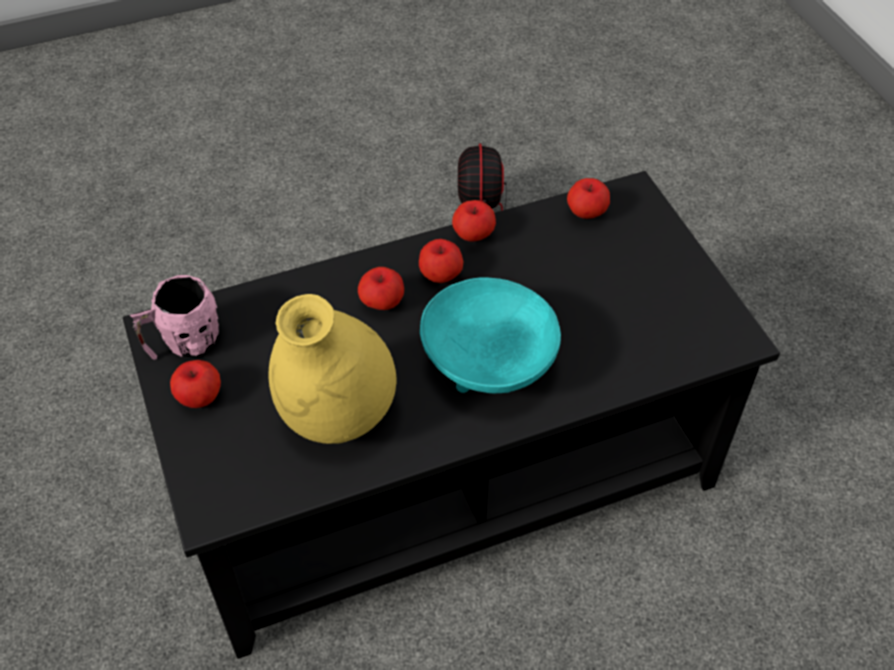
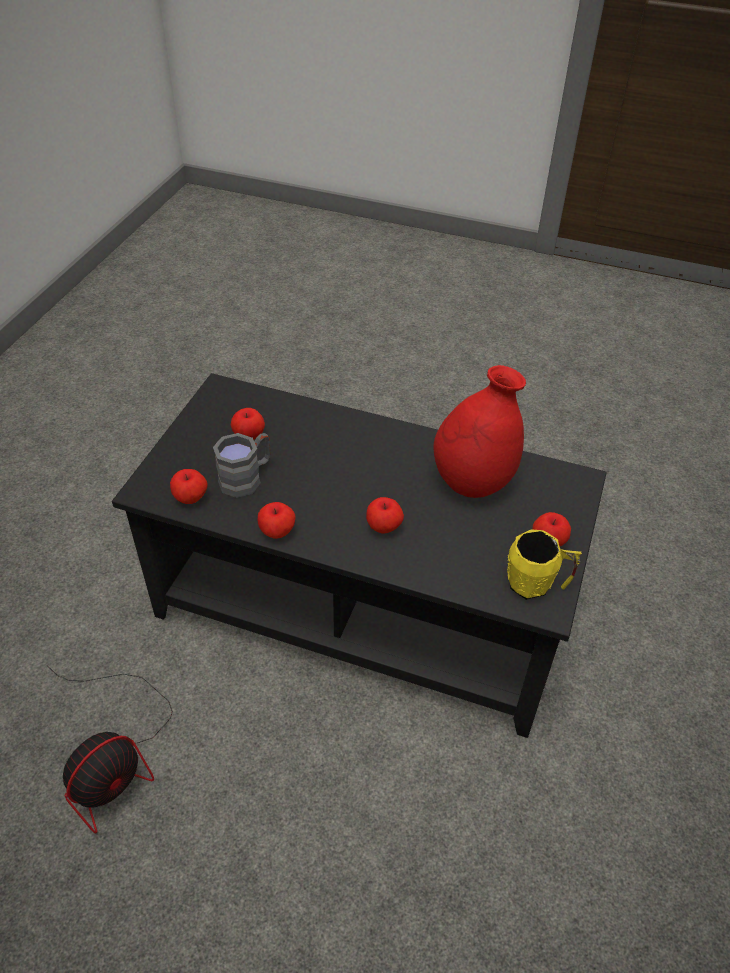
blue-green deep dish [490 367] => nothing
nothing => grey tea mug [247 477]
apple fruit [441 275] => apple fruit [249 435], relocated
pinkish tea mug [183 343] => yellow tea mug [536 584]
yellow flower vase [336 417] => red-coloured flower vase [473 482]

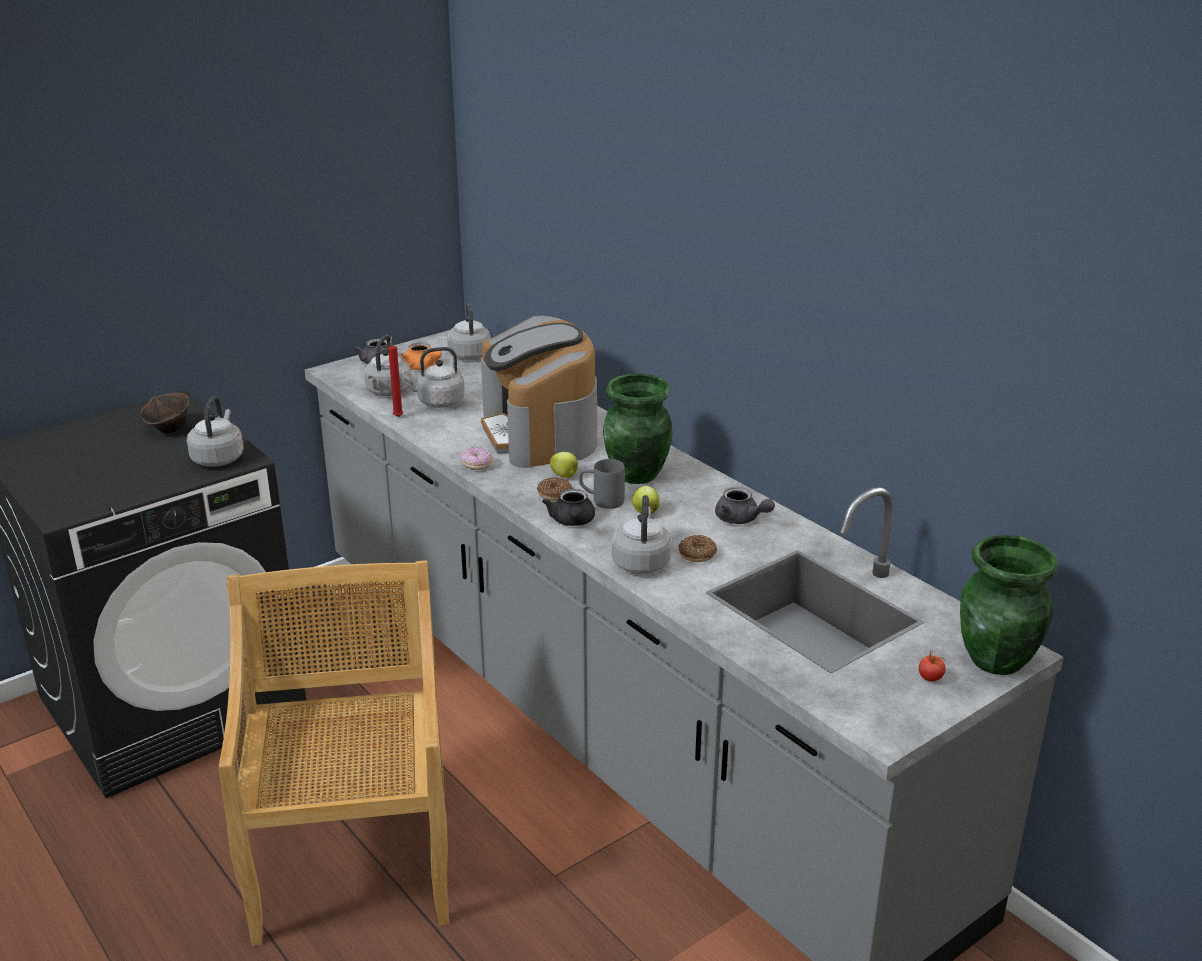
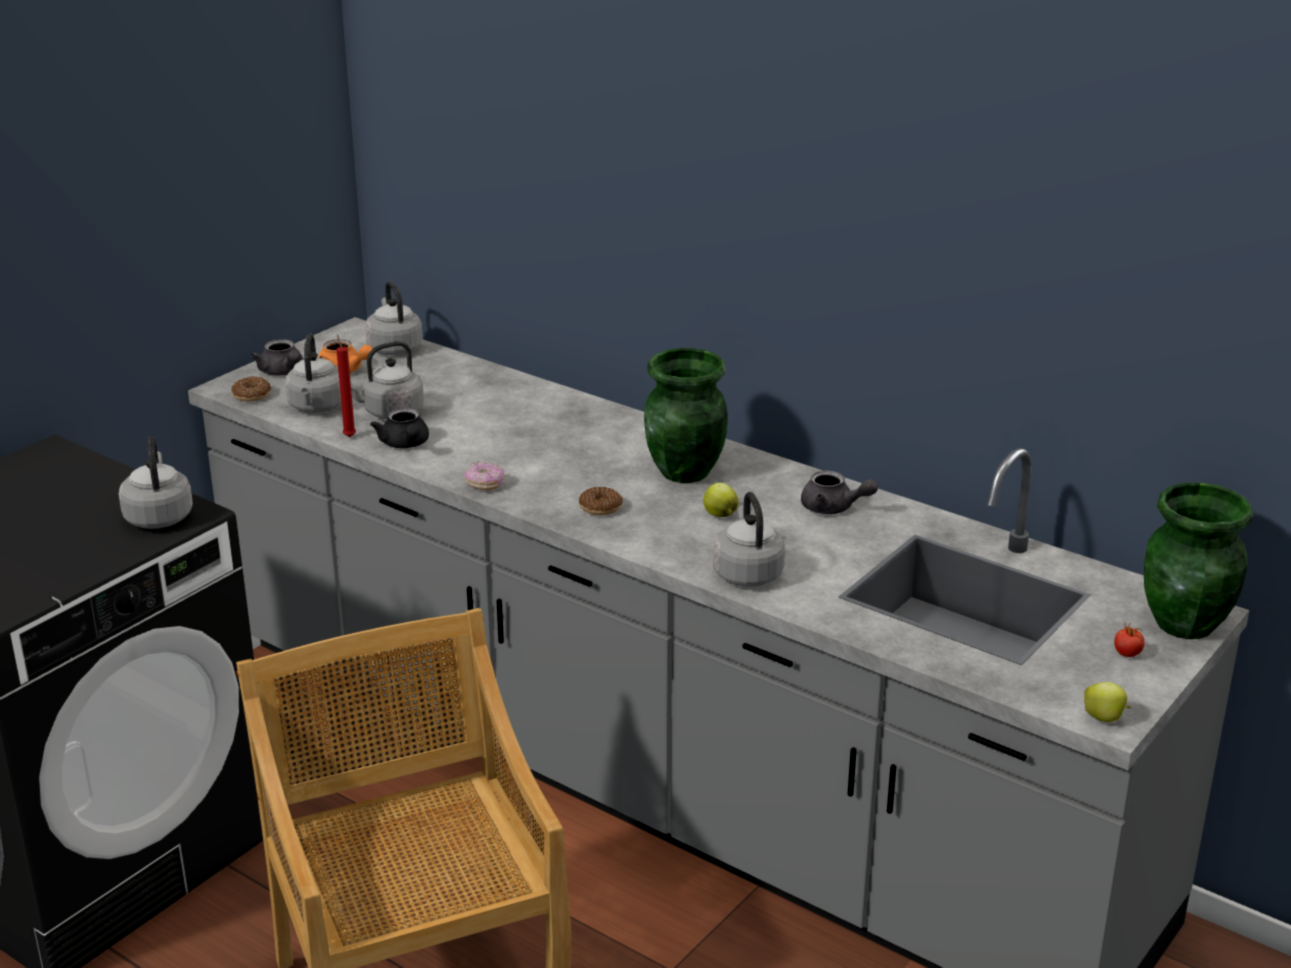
brown-coloured deep dish [169 429] => nothing
coffee brewer [540 433] => nothing
grey tea mug [601 501] => nothing
black-coloured tea pot [572 522] => black-coloured tea pot [405 444], relocated
apple fruit [565 476] => apple fruit [1104 718], relocated
doughnut [697 554] => doughnut [251 395], relocated

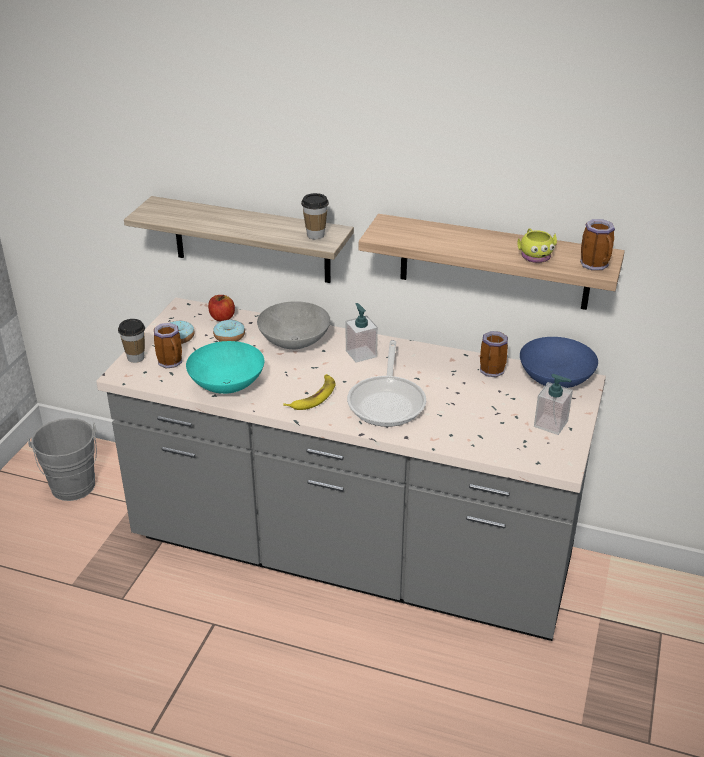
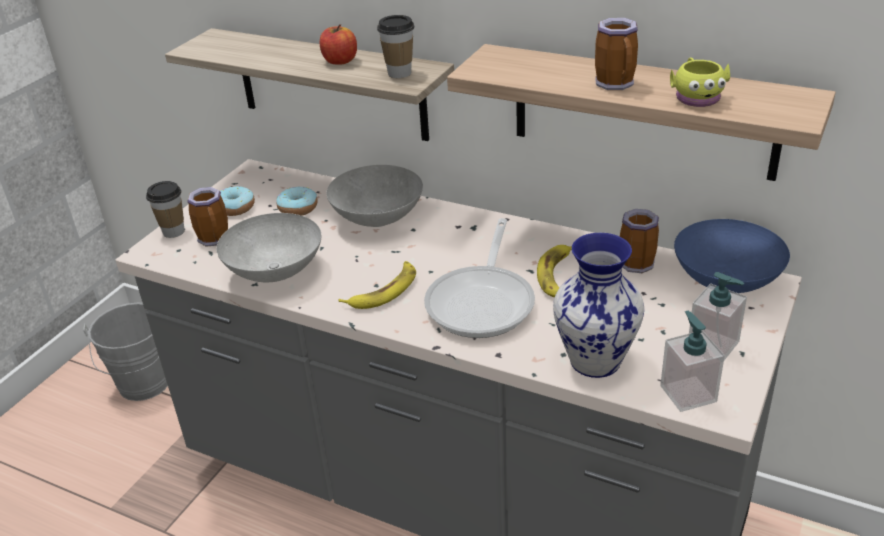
nothing => banana [558 276]
nothing => flower vase [594 360]
apple fruit [222 318] => apple fruit [340 61], relocated
soap bottle [361 353] => soap bottle [688 393], relocated
tea mug [596 265] => tea mug [617 84], relocated
blue-green deep dish [227 385] => grey deep dish [276 271]

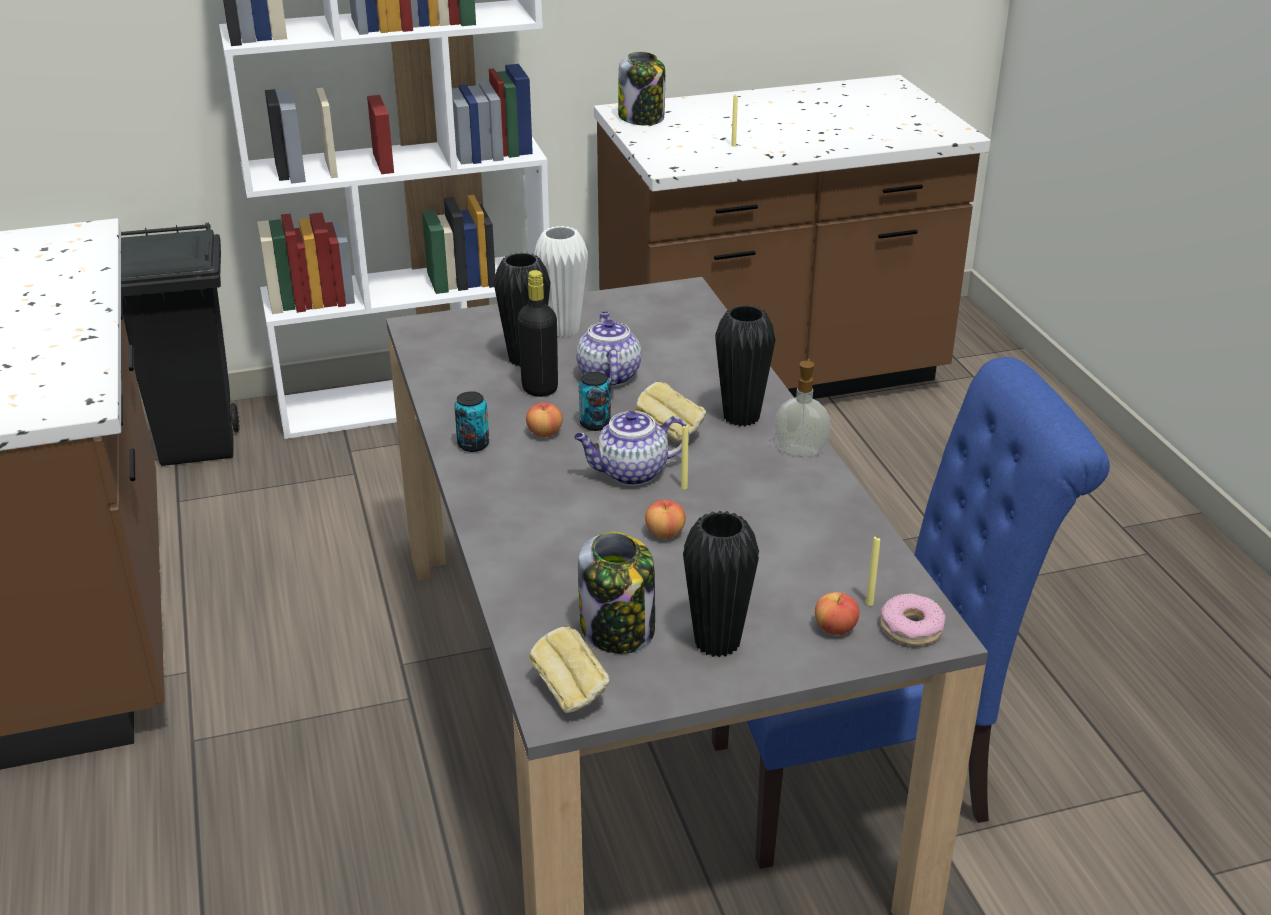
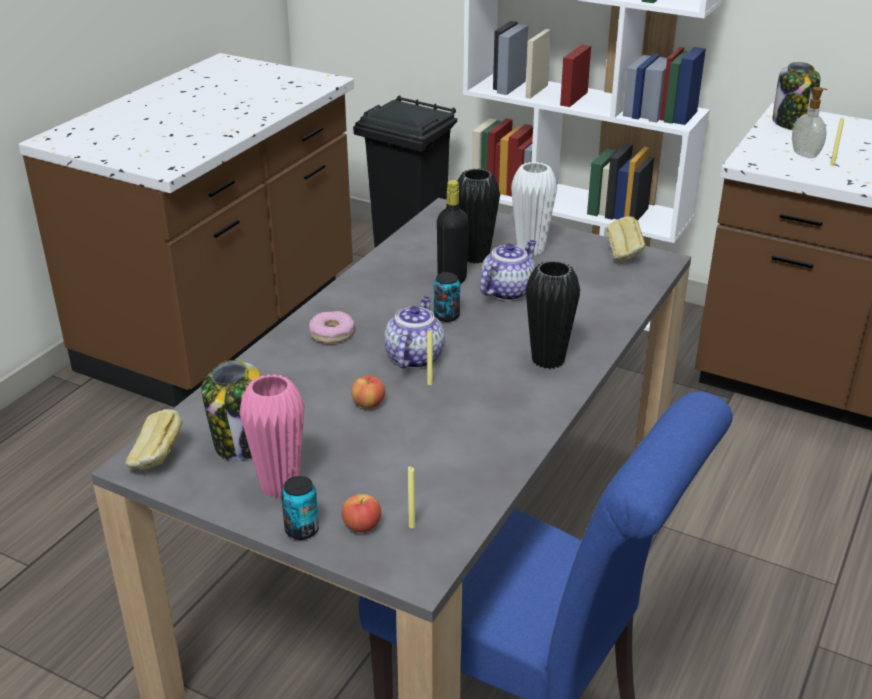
apple fruit [544 433] => nothing
can [473 444] => can [302 530], relocated
baked bread [670 433] => baked bread [624 256], relocated
soap bottle [800 450] => soap bottle [805 154], relocated
doughnut [911 628] => doughnut [331 333], relocated
black-coloured flower vase [717 643] => pinkish flower vase [279 486]
tea pot [630 473] => tea pot [414 357], 75 degrees clockwise

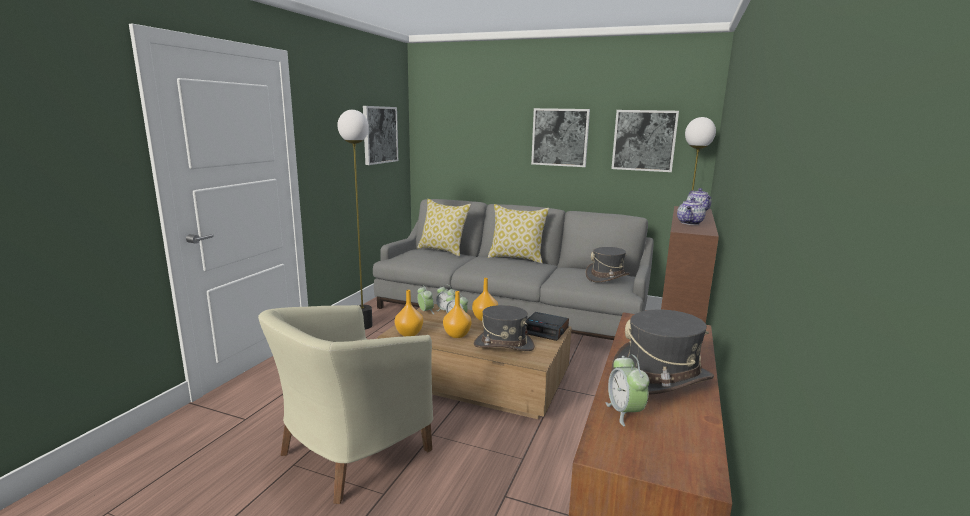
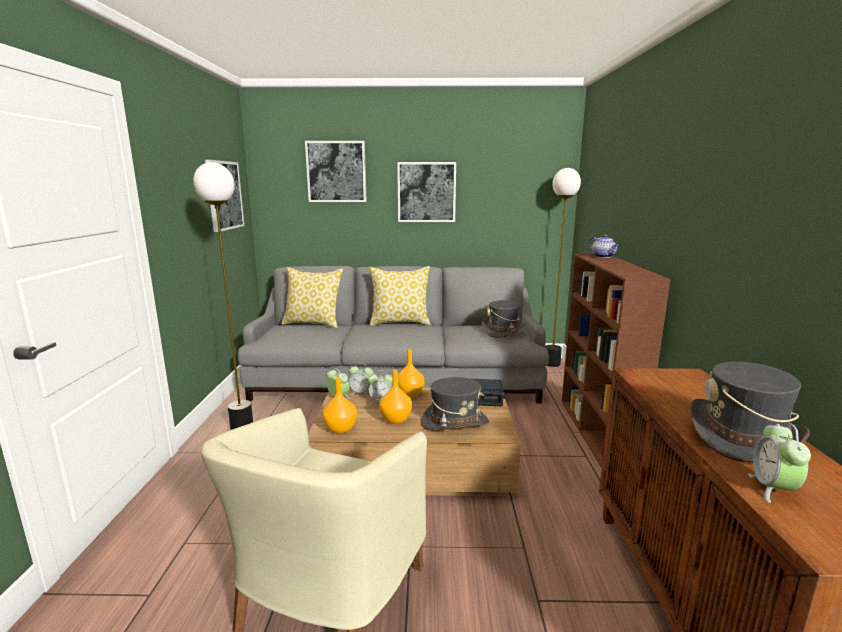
tea pot [690 223] => nothing
wall art [644 140] => wall art [336 171], relocated
table clock [624 413] => table clock [772 489], 45 degrees clockwise

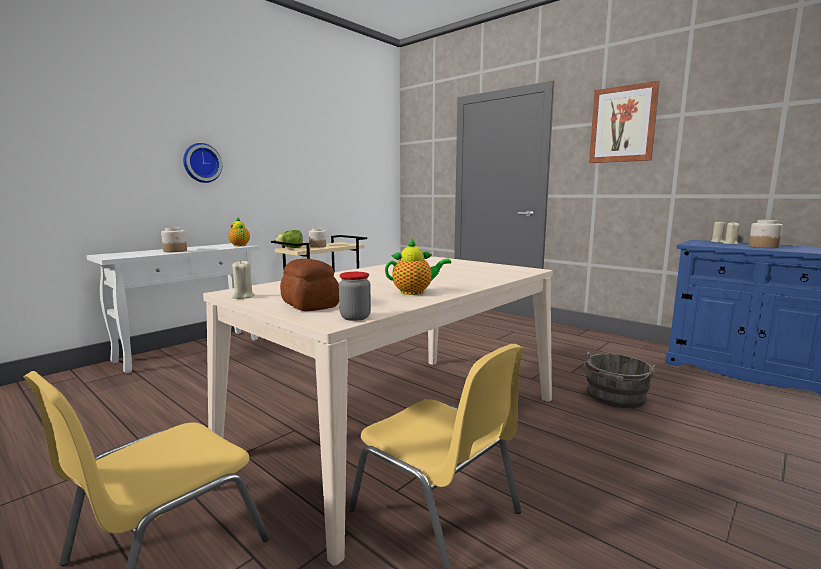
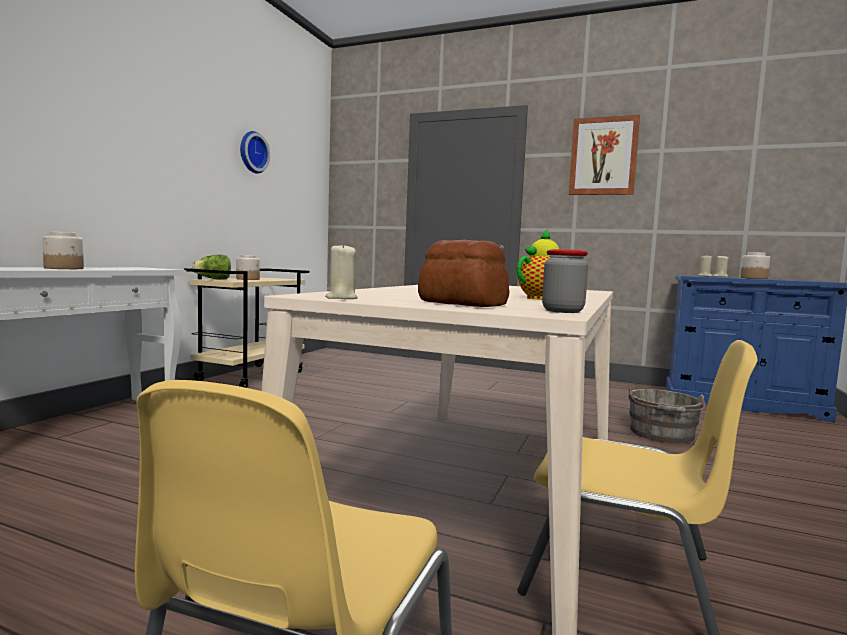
tea pot [239 245] => nothing
hanging clock [201 163] => hanging clock [252 152], relocated

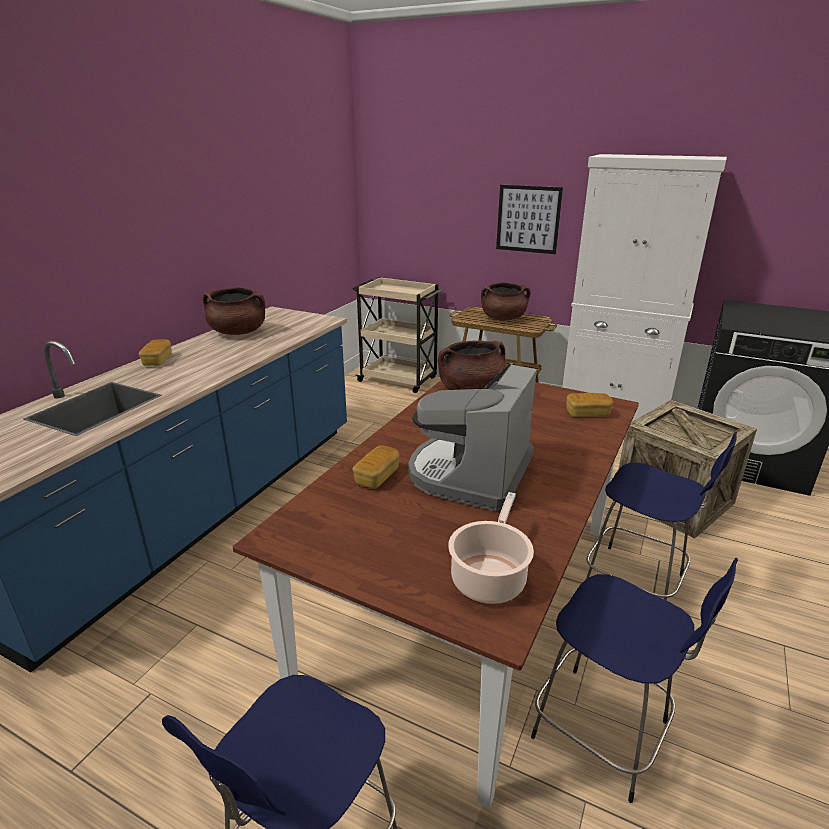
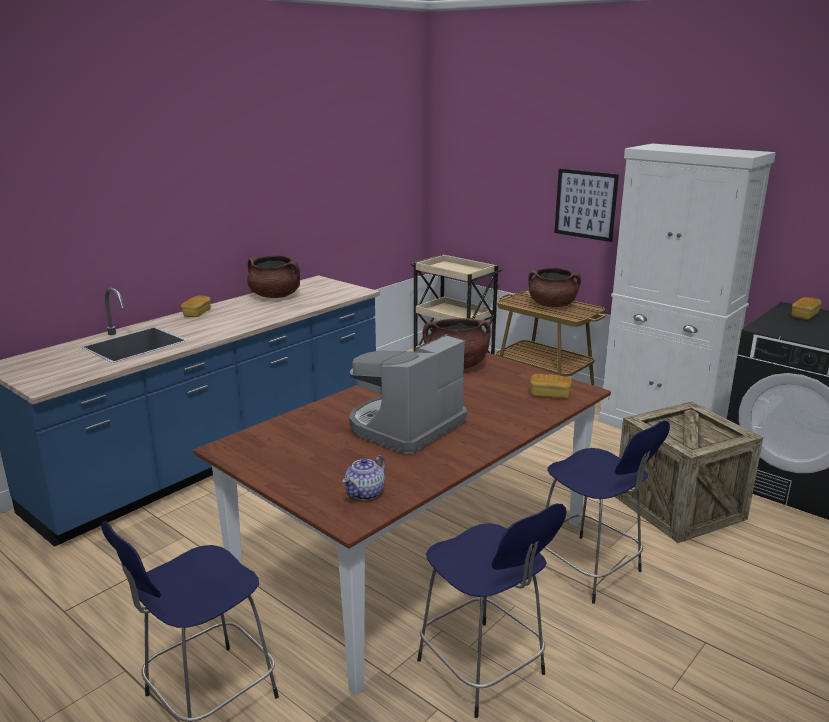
baked bread [377 477] => baked bread [804 316], relocated
saucepot [489 577] => tea pot [365 493]

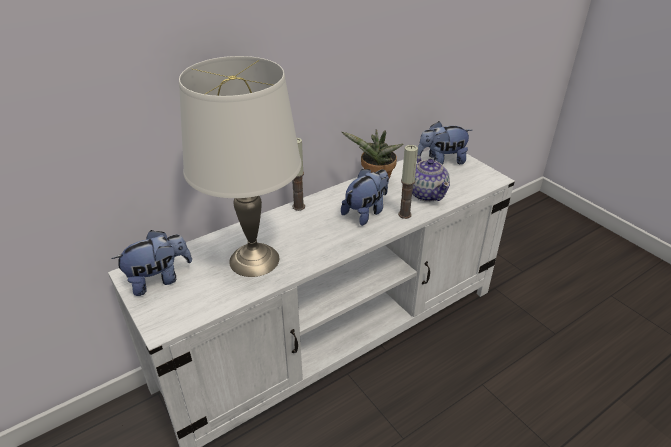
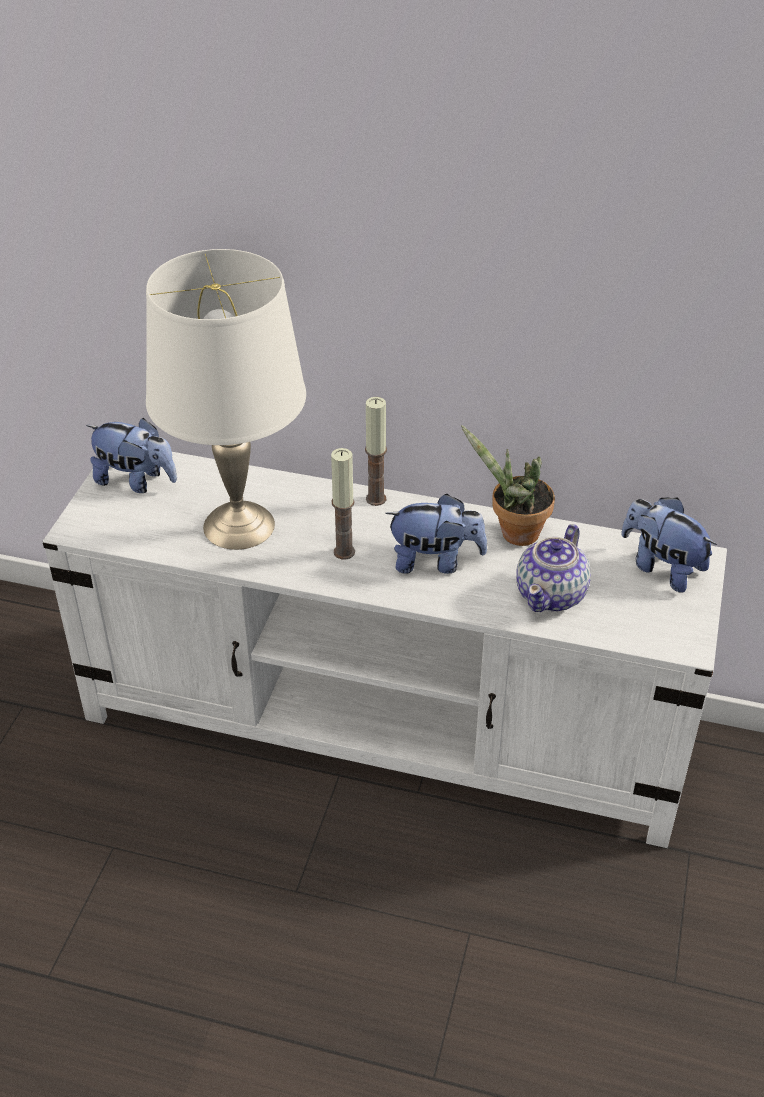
candle [404 214] => candle [344 552], relocated

